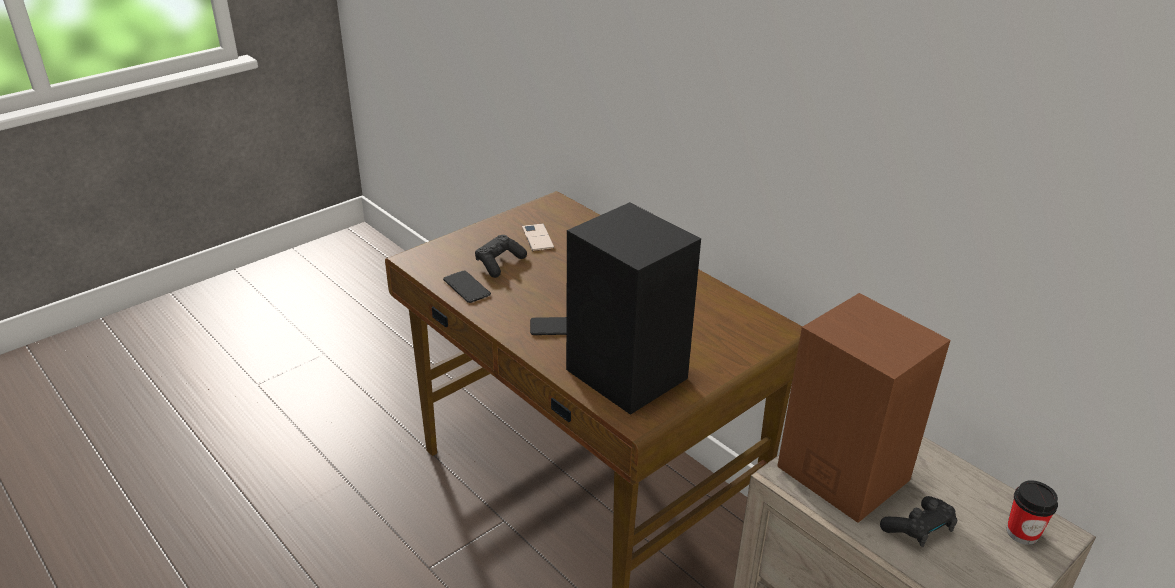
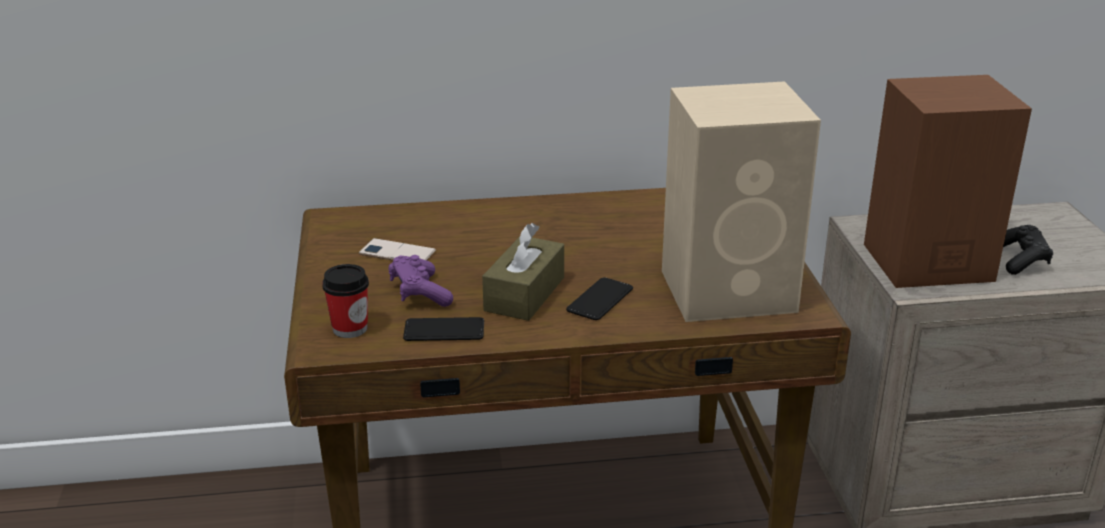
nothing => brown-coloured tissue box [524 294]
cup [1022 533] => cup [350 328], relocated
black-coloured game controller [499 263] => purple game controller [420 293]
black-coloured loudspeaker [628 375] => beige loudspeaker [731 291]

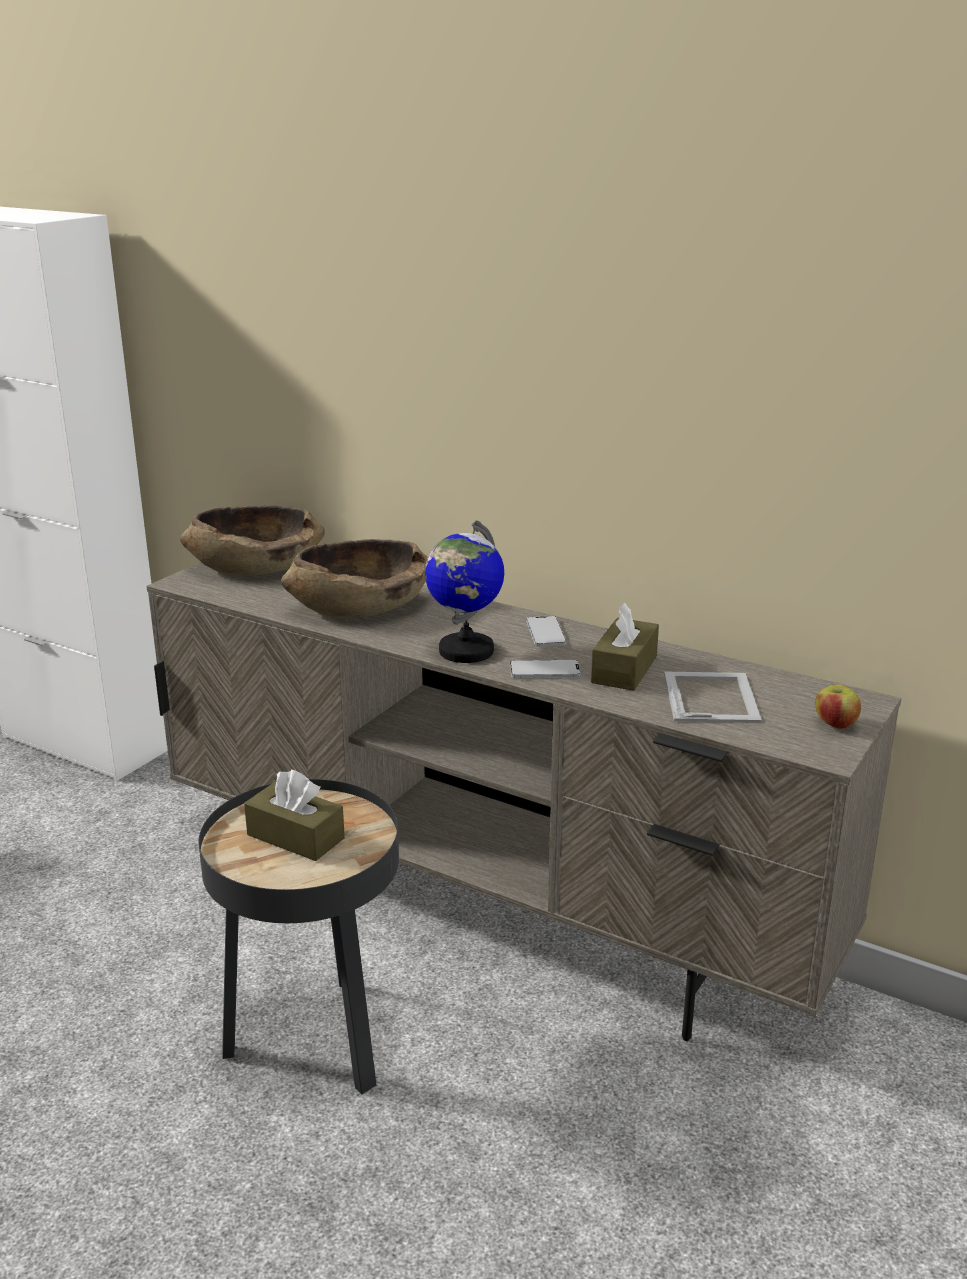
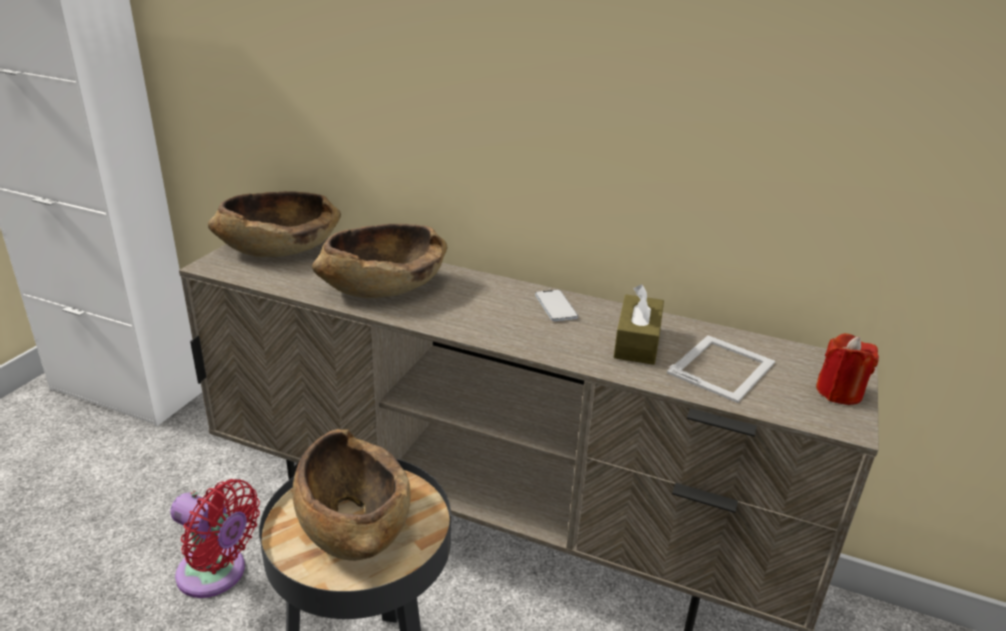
globe [465 651] => nothing
telephone [544 671] => nothing
nothing => red-coloured cooling fan [216 574]
brown-coloured tissue box [295 837] => brown-coloured deep dish [352 521]
apple fruit [835 724] => red-coloured candle [839 392]
photo frame [711 696] => photo frame [723 367], 45 degrees clockwise

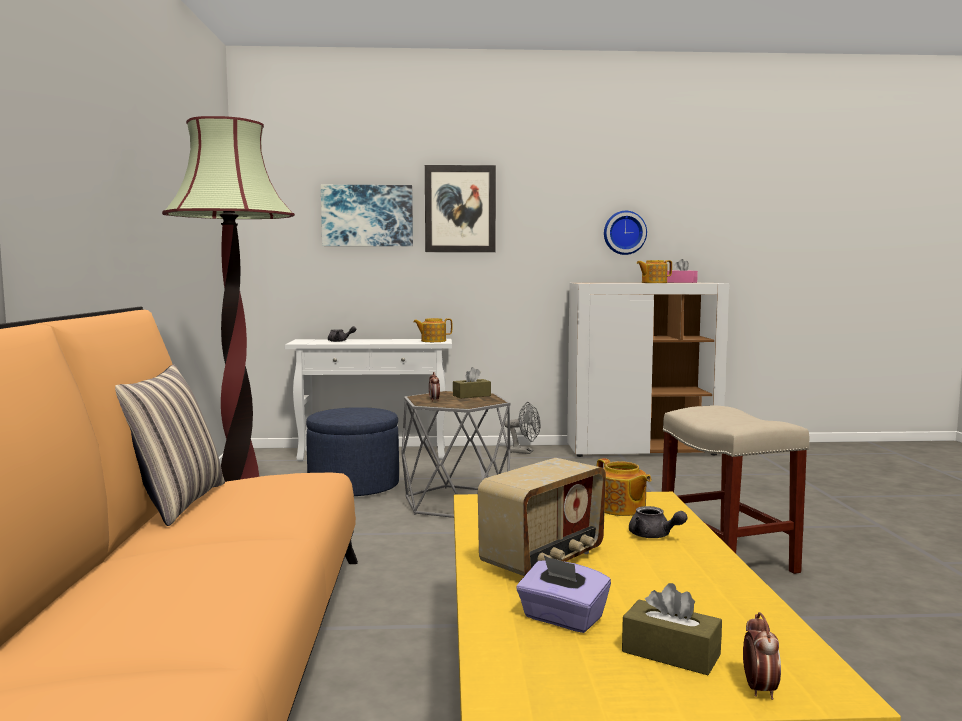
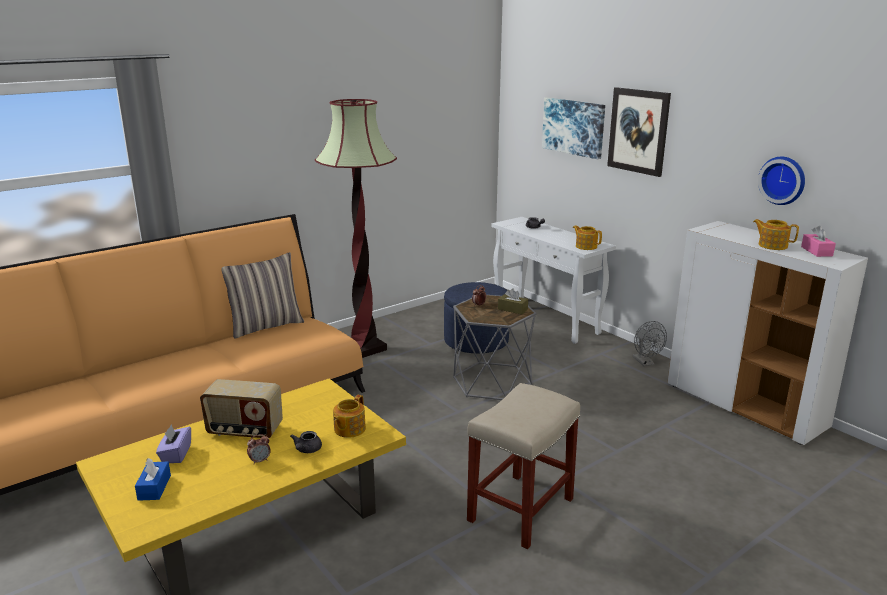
table clock [759 689] => table clock [260 461], relocated
brown-coloured tissue box [671 653] => blue tissue box [154 487]

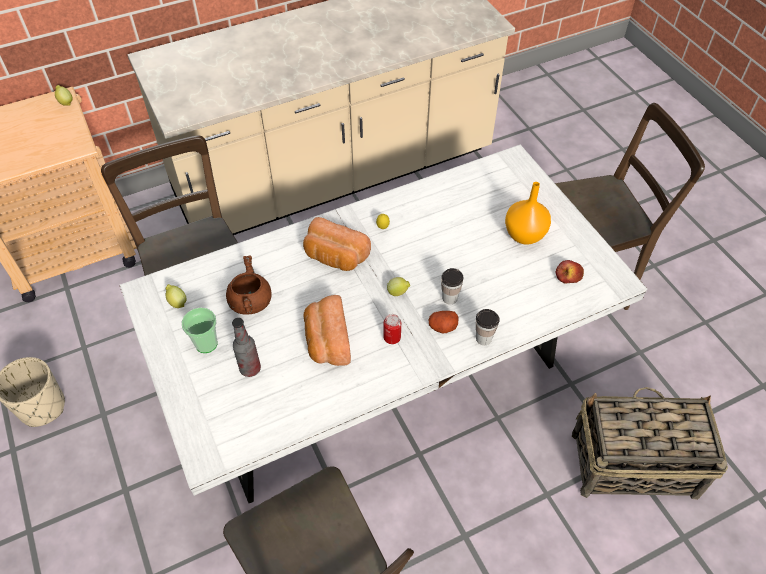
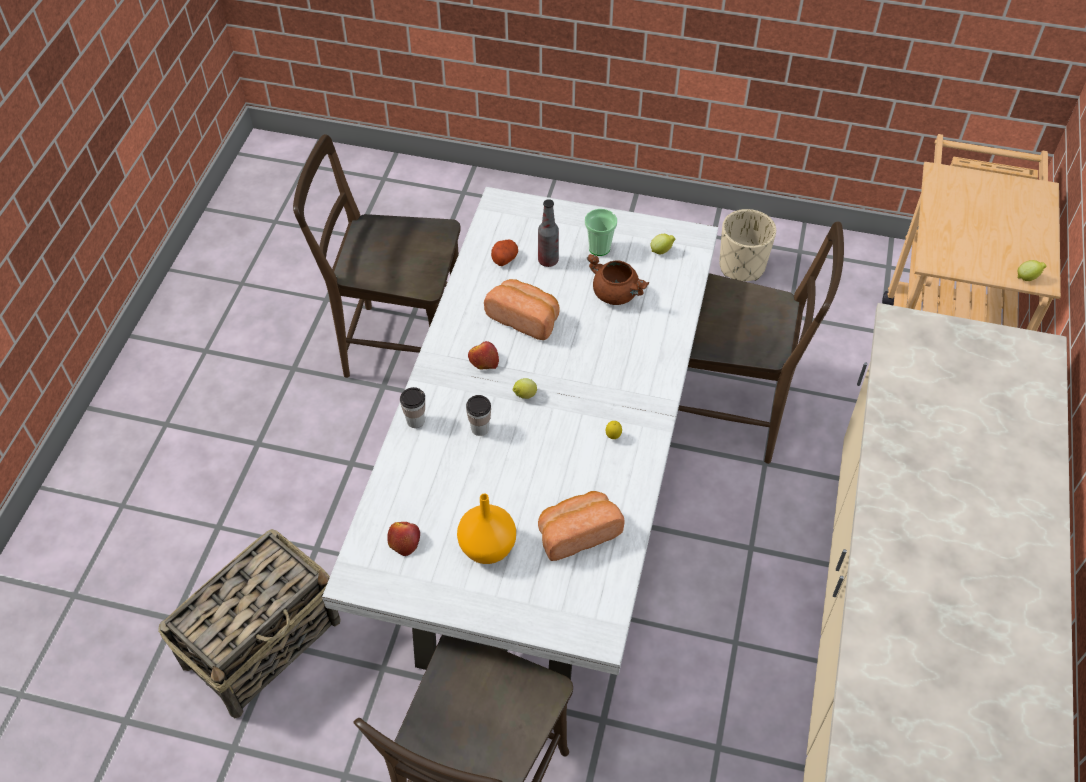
baked bread [335 257] => baked bread [577 533], relocated
spud [442 327] => spud [504 258], relocated
can [392 338] => apple fruit [483 360]

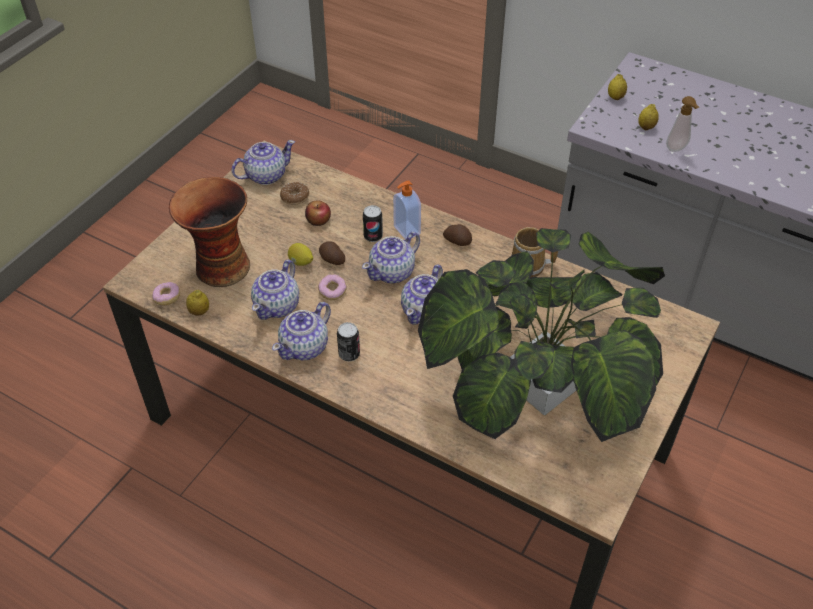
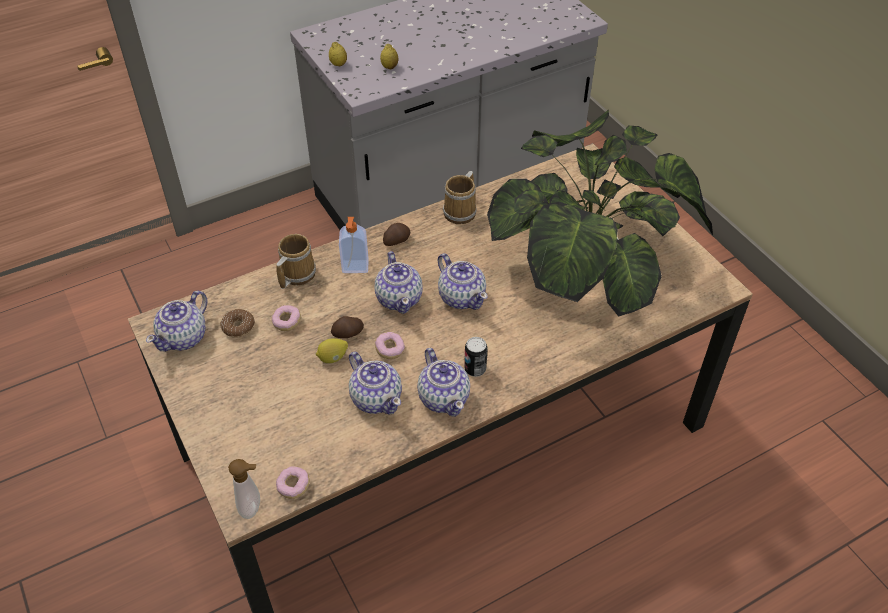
flower vase [220 267] => nothing
whole lemon [199 312] => nothing
can [373 236] => nothing
nothing => tea mug [295 274]
soap bottle [677 149] => soap bottle [253 507], relocated
apple fruit [318 220] => doughnut [287 322]
tea pot [265 175] => tea pot [184 337], 150 degrees counterclockwise

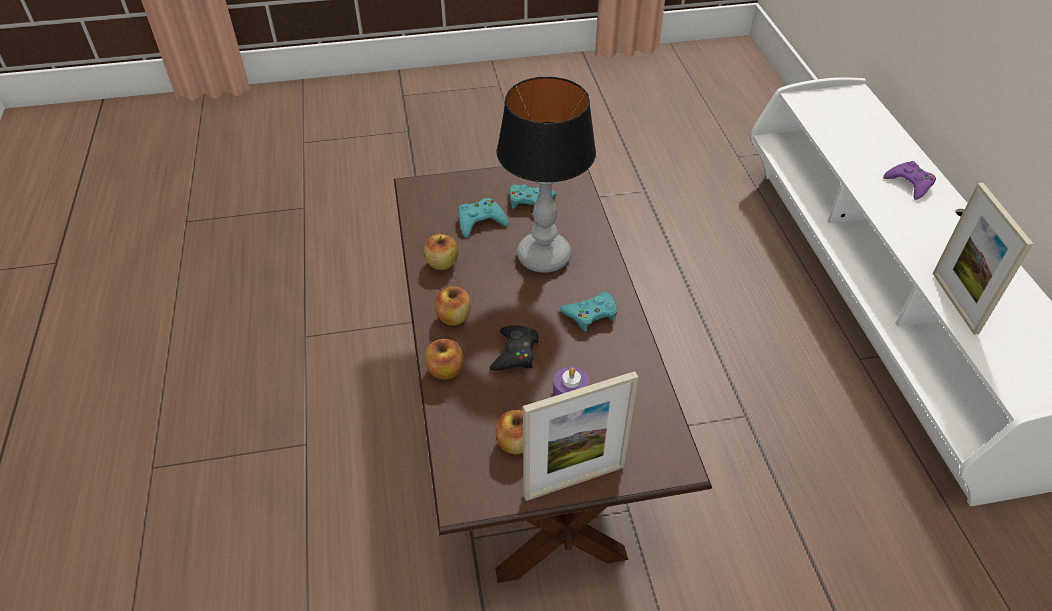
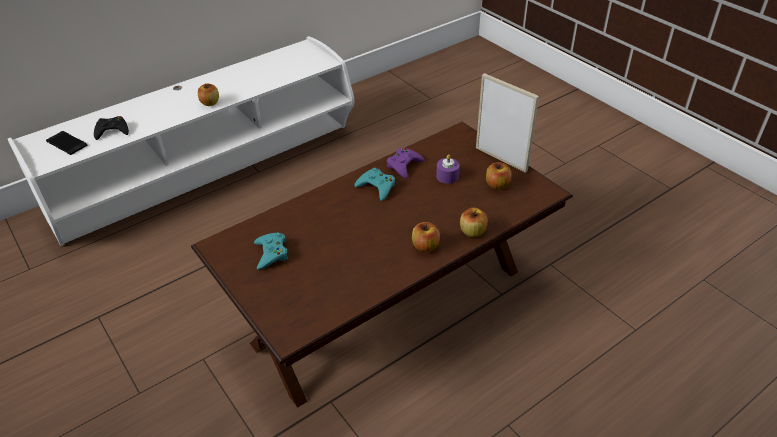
blue-green game controller [480 221] => nothing
table lamp [544 257] => nothing
photo frame [954 302] => nothing
nothing => telephone [67 143]
apple fruit [442 263] => apple fruit [210 103], relocated
black-coloured game controller [515 353] => black-coloured game controller [112 131], relocated
purple game controller [909 184] => purple game controller [404 165], relocated

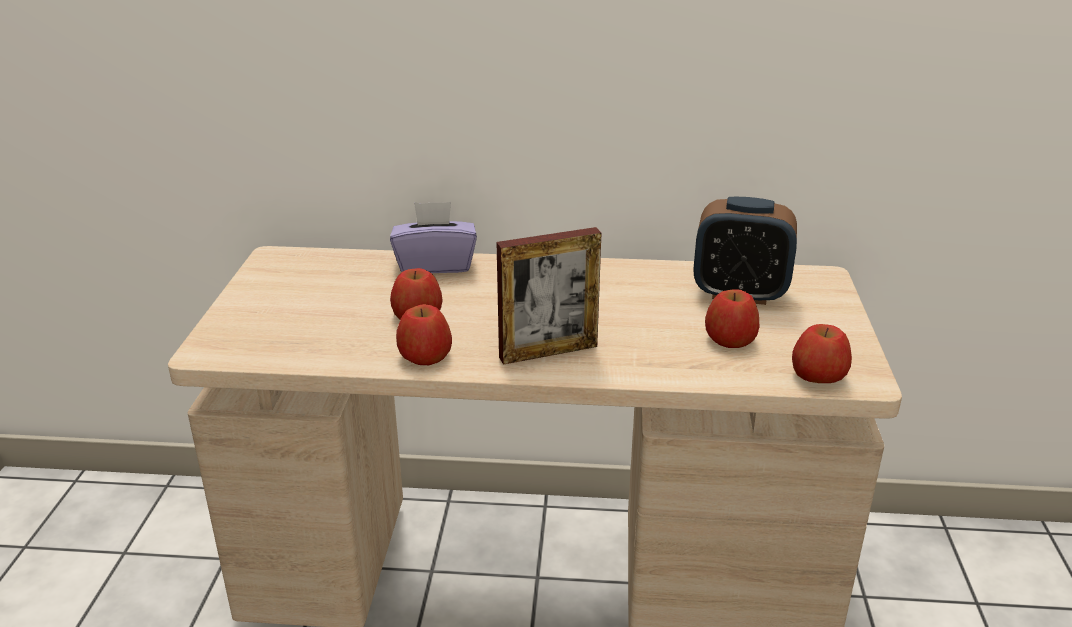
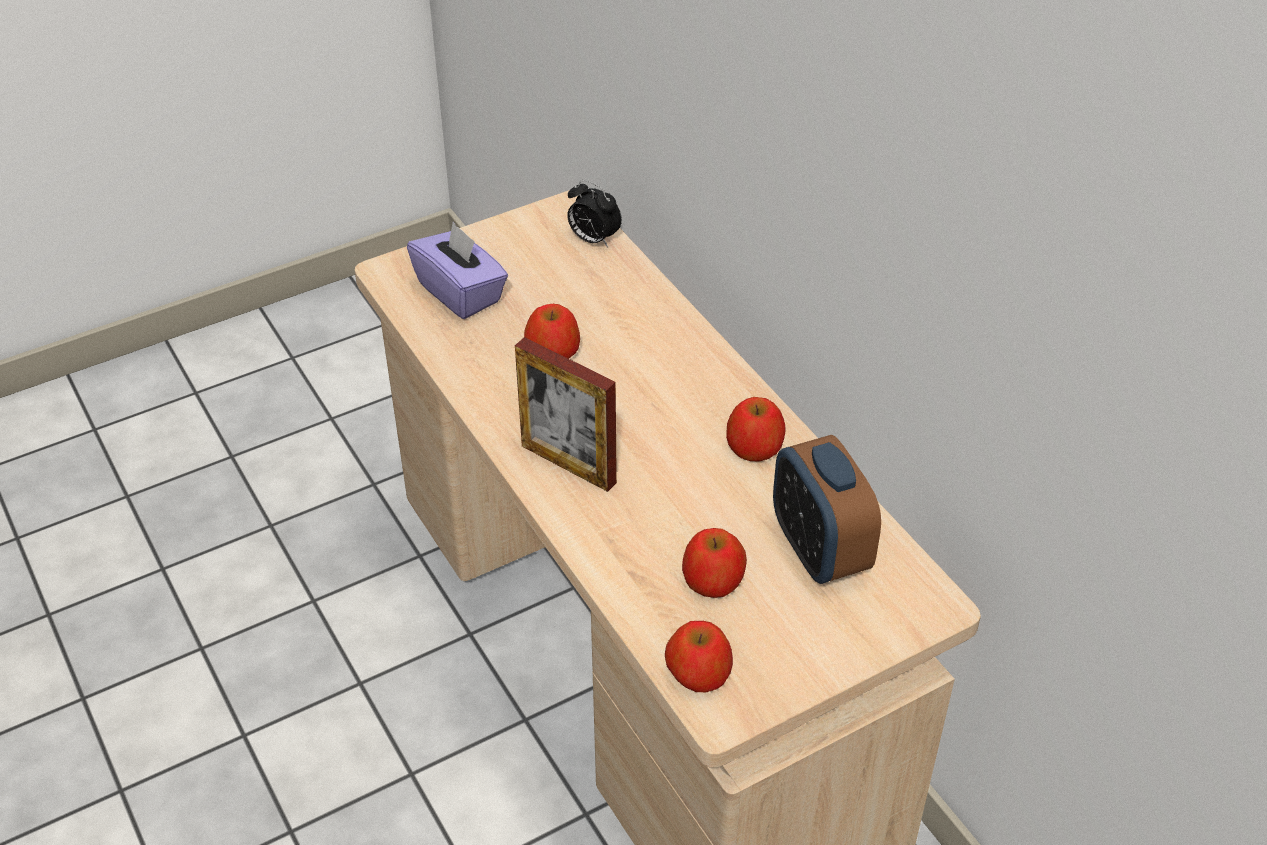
nothing => table clock [593 239]
purple tissue box [435 265] => purple tissue box [461 292], relocated
apple fruit [425 355] => apple fruit [755 446], relocated

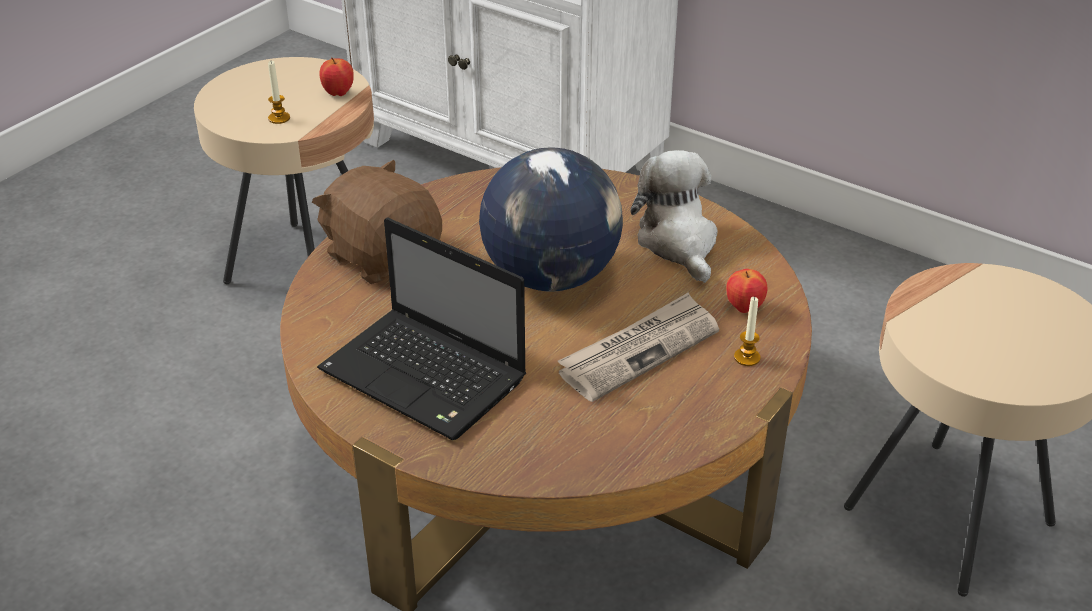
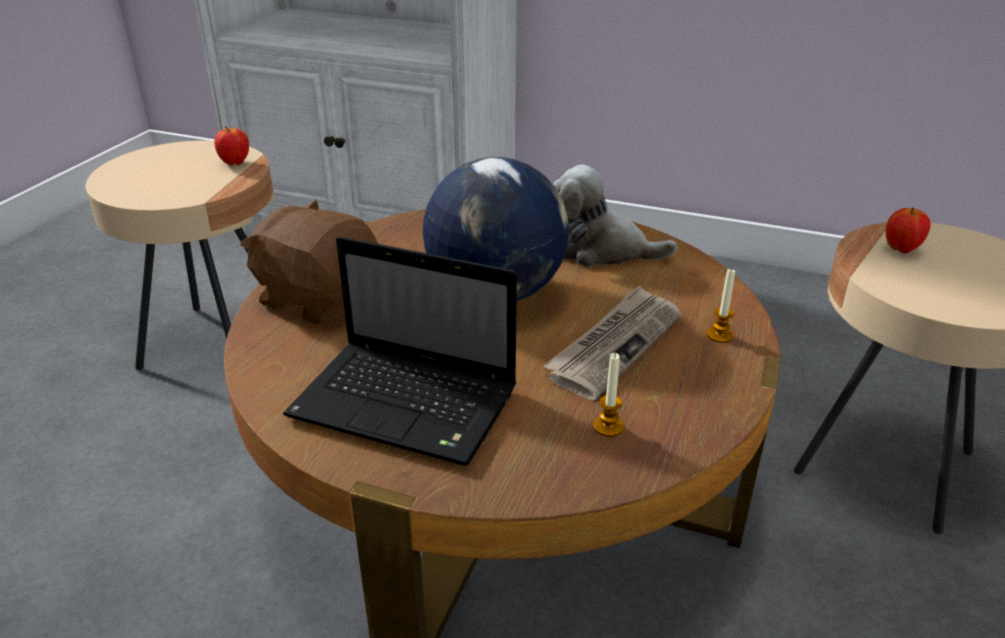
candle [279 118] => candle [608 426], relocated
apple fruit [744 308] => apple fruit [901 249], relocated
plush toy [679 243] => plush toy [600 250], 45 degrees counterclockwise

